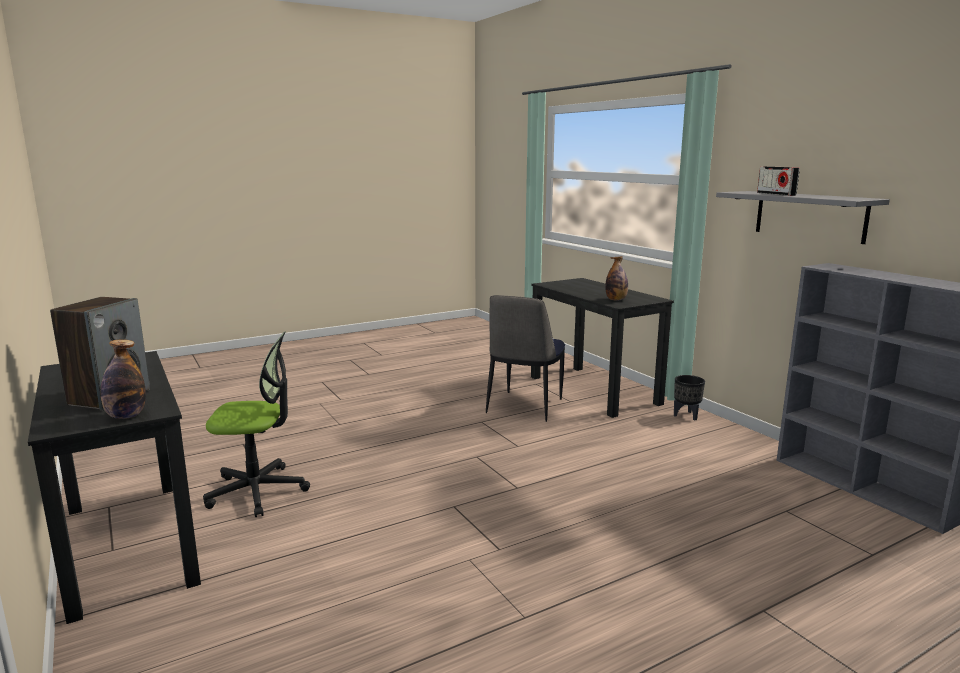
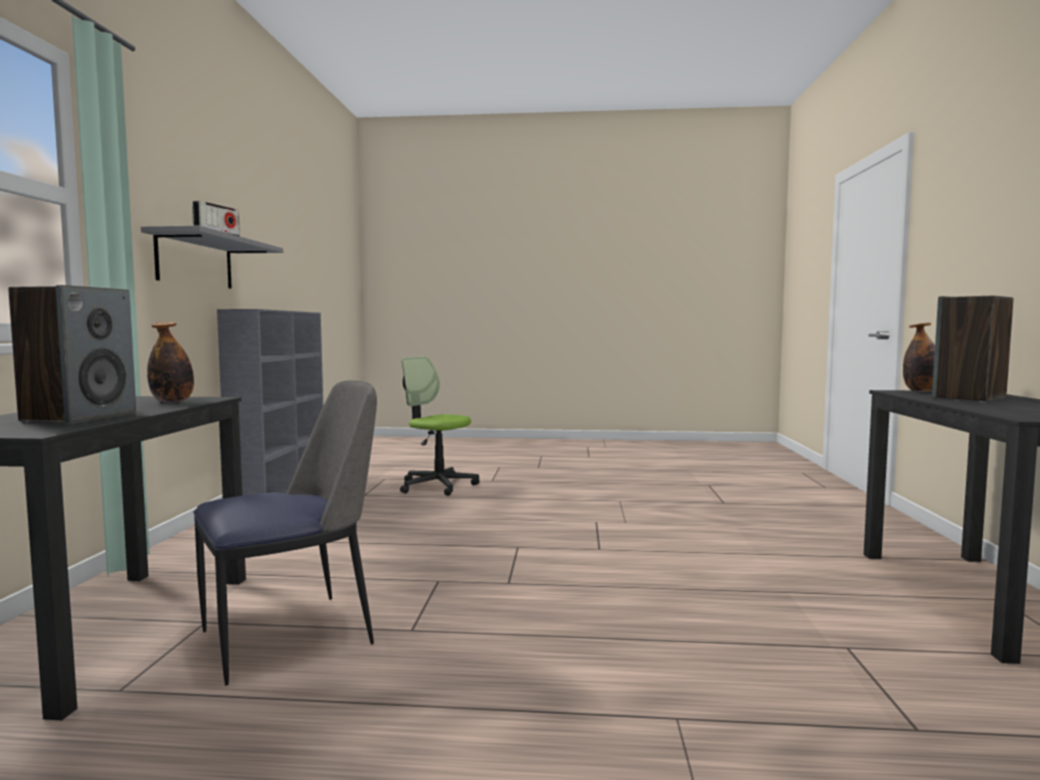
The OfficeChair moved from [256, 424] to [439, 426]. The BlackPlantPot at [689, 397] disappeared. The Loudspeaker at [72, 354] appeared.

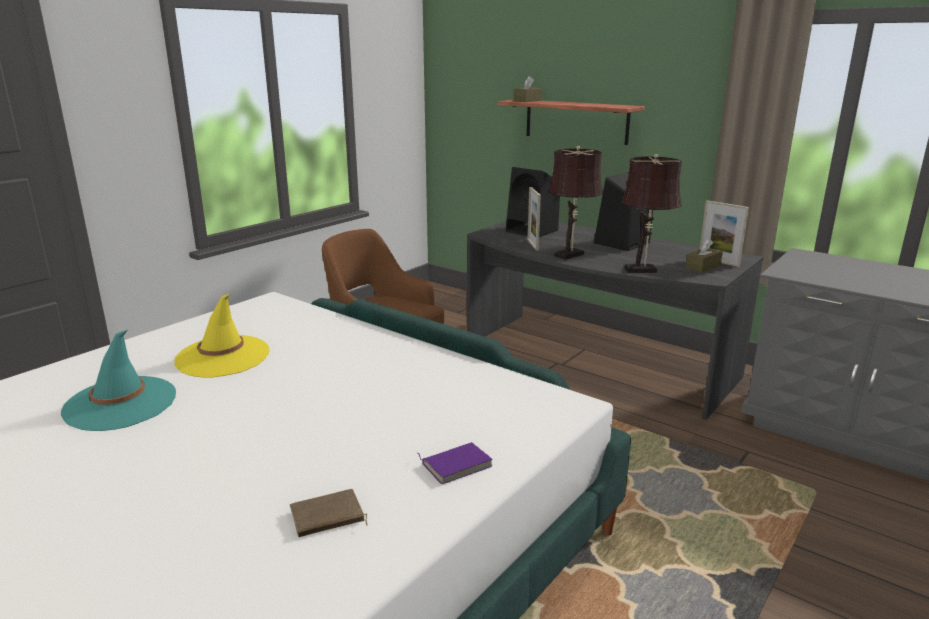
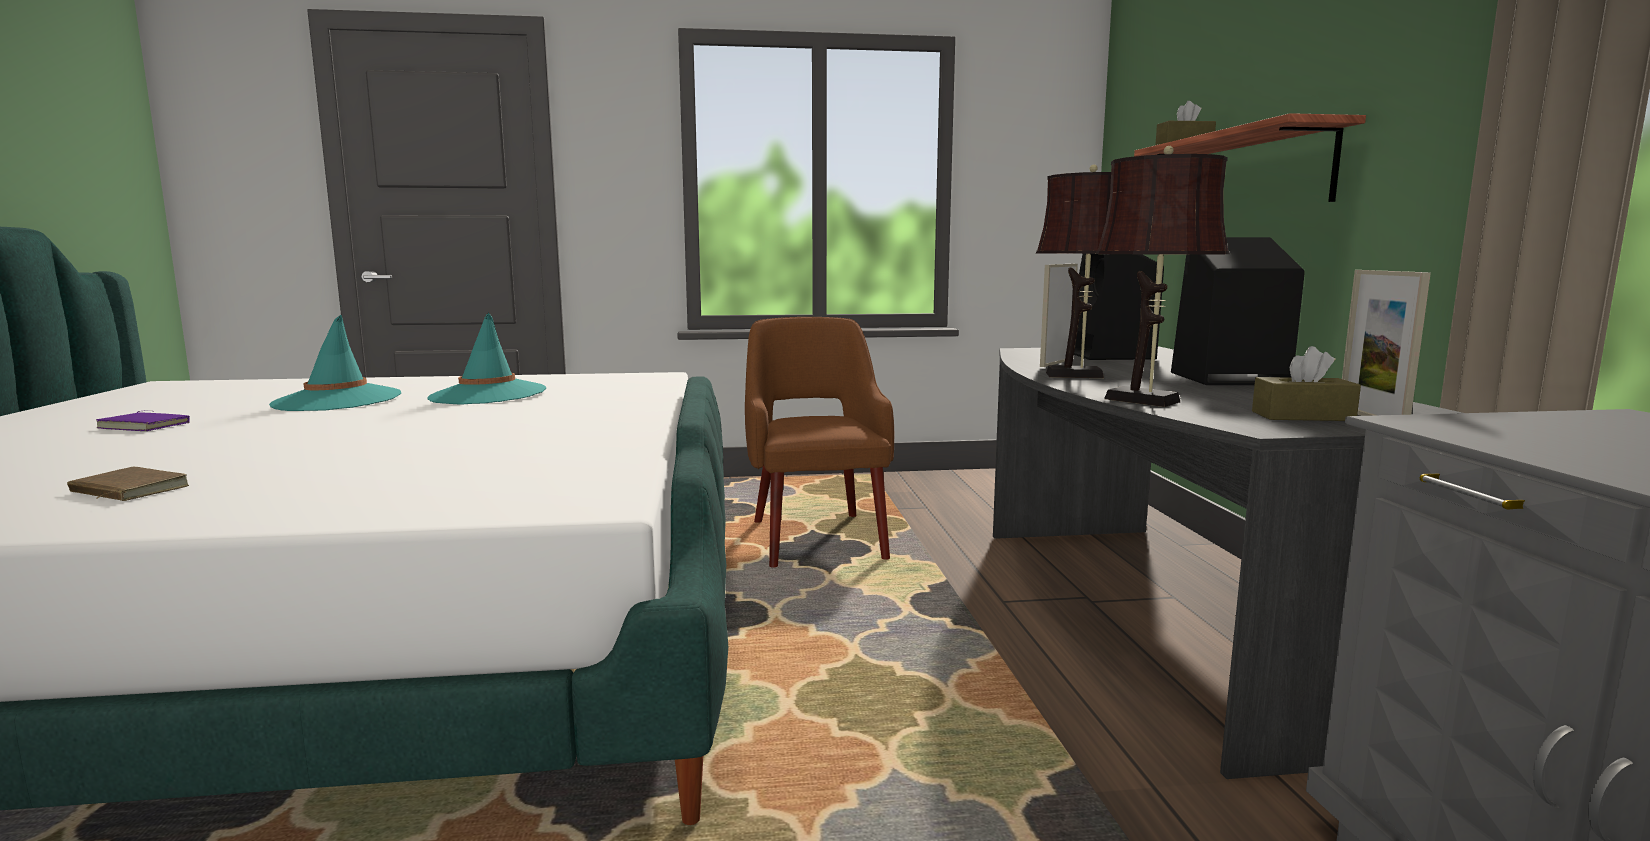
The YellowishWearableHat at [222, 335] became the BlueGreenWearableHat at [487, 359]. The PurpleColouredVolume moved from [455, 463] to [143, 421].

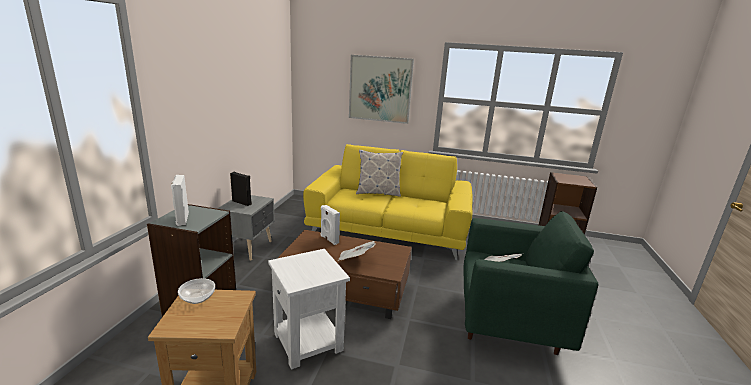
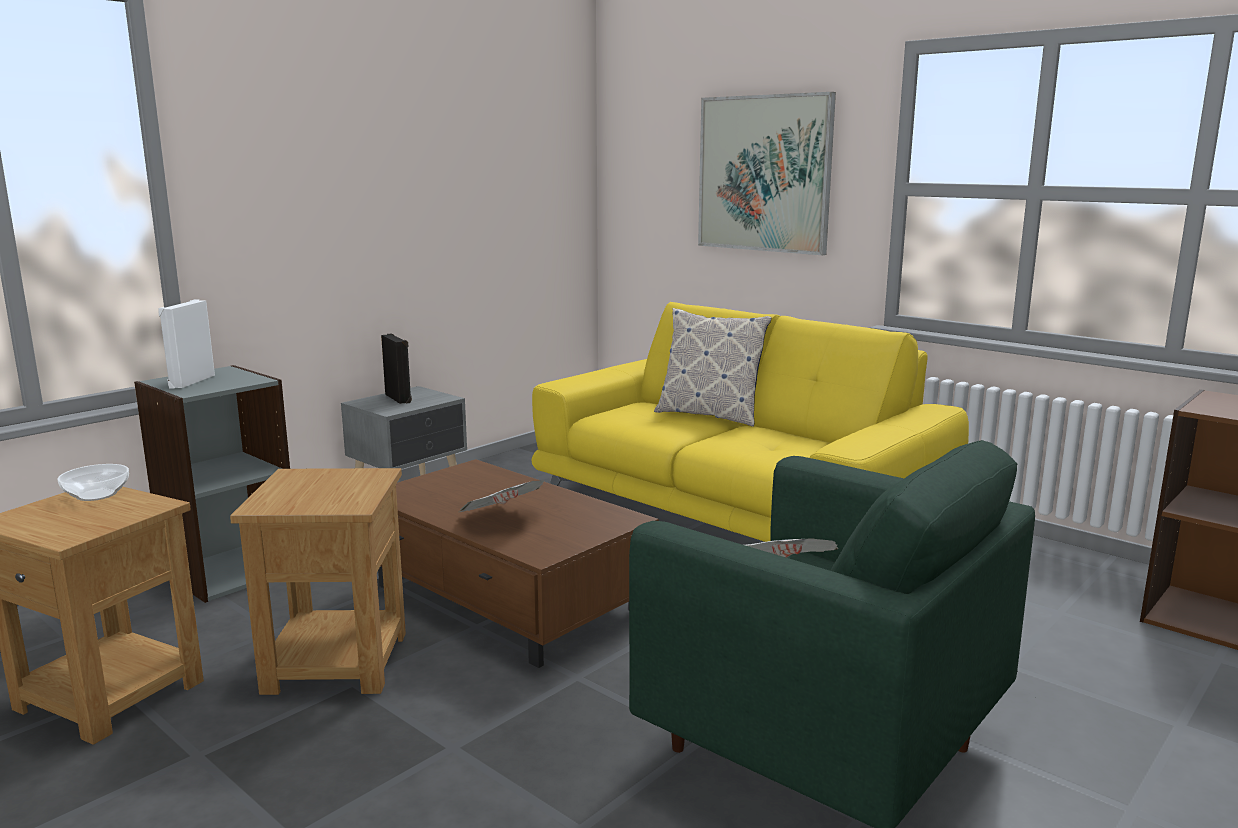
The WhitishSideTable at [309, 309] became the BrownSideTable at [318, 581]. The WhitishLoudspeaker at [330, 225] disappeared.

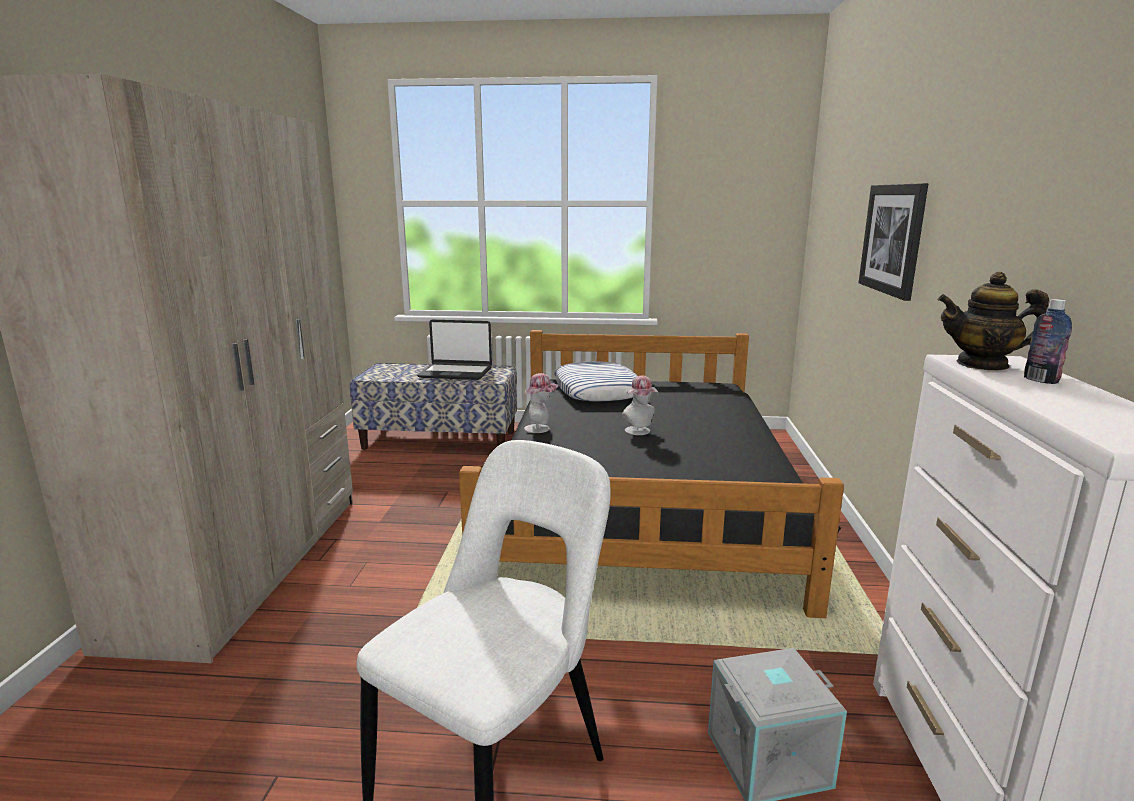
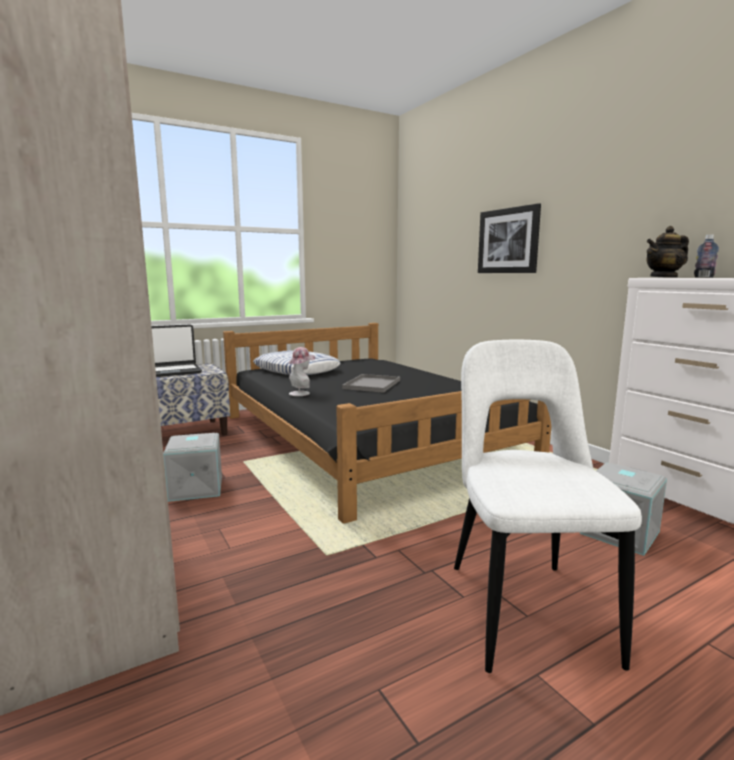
The WearableHat at [640, 405] was replaced by the GrayCarryingTray at [371, 383]. The GrayStorageBin at [192, 467] appeared.

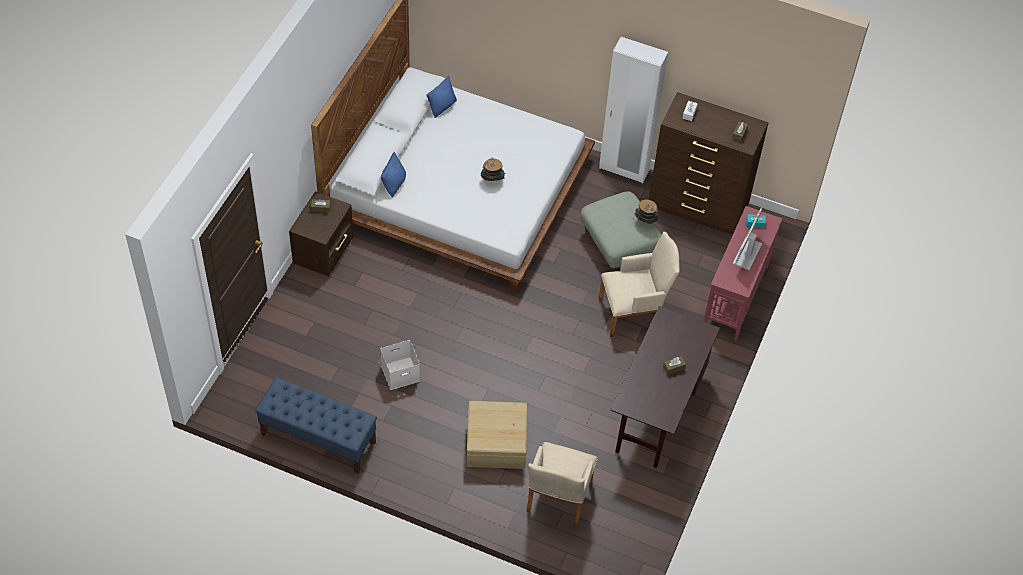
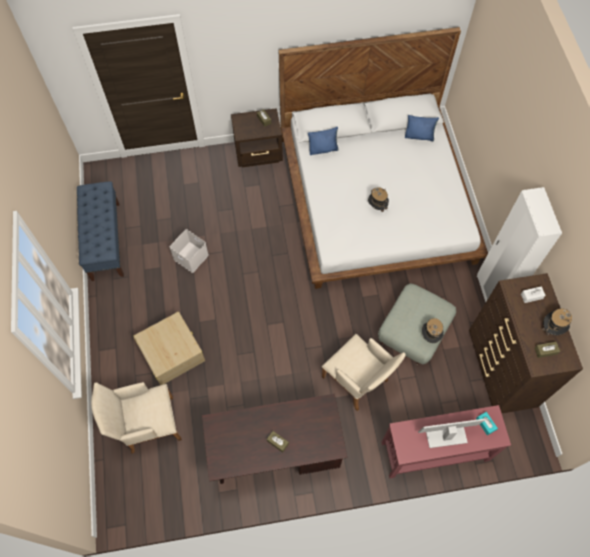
The WearableHat at [557, 322] appeared.

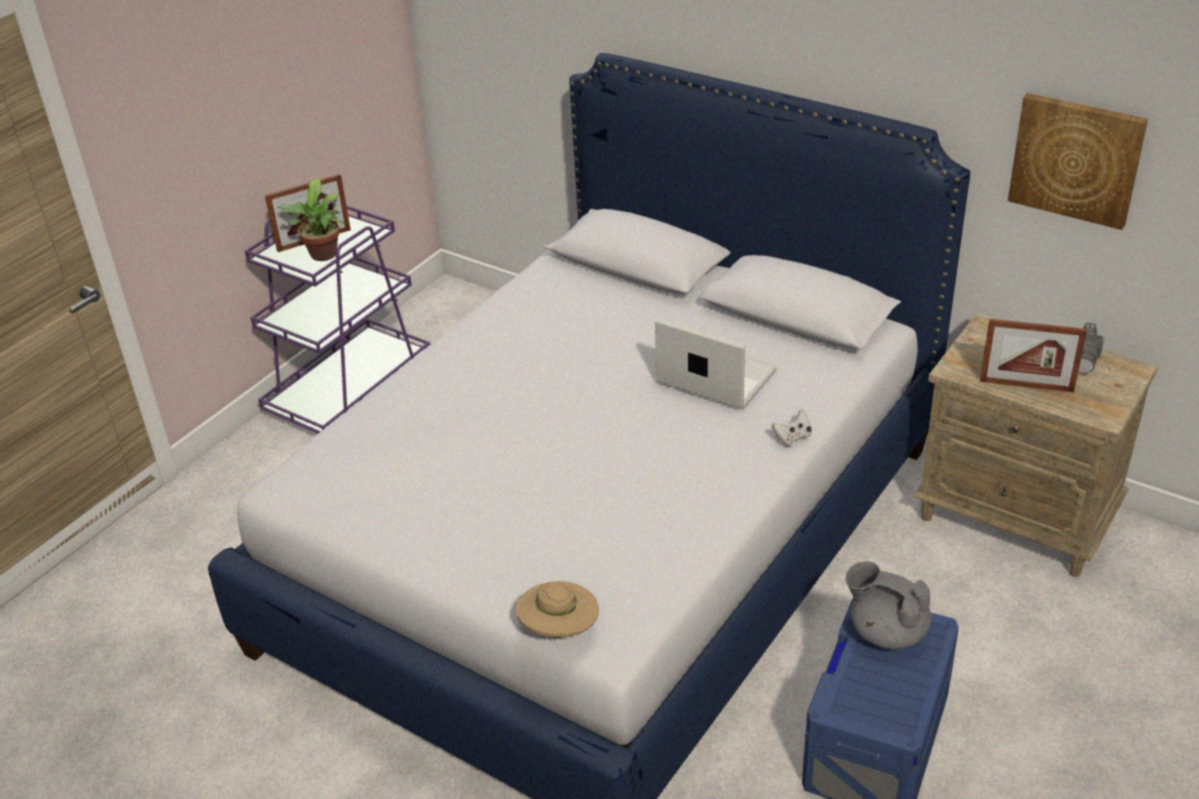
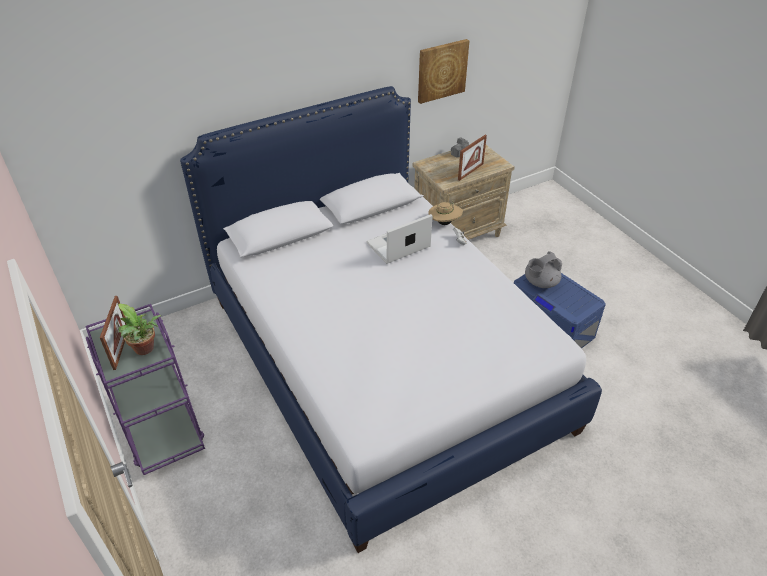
The SandColouredWearableHat moved from [557, 609] to [445, 213].

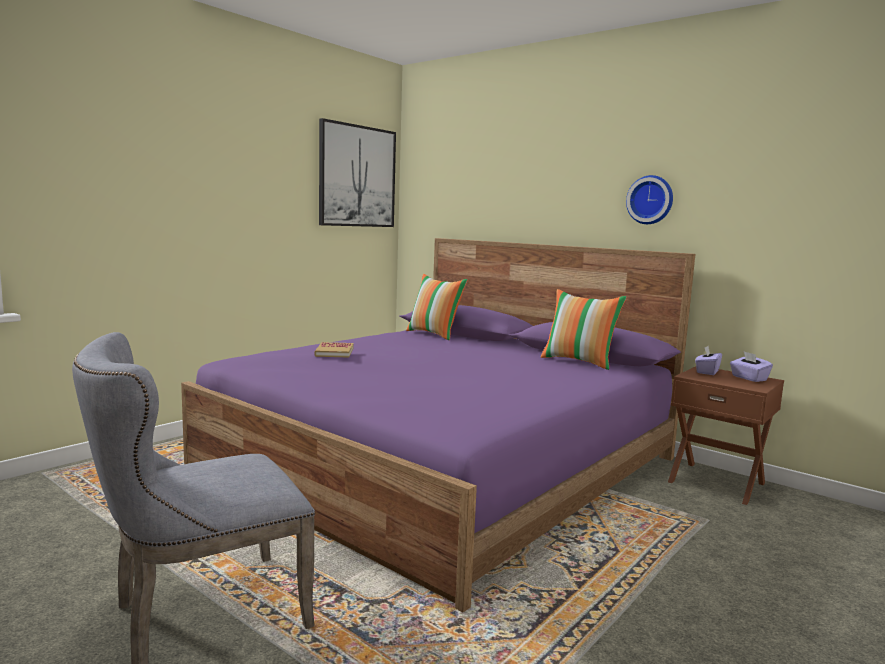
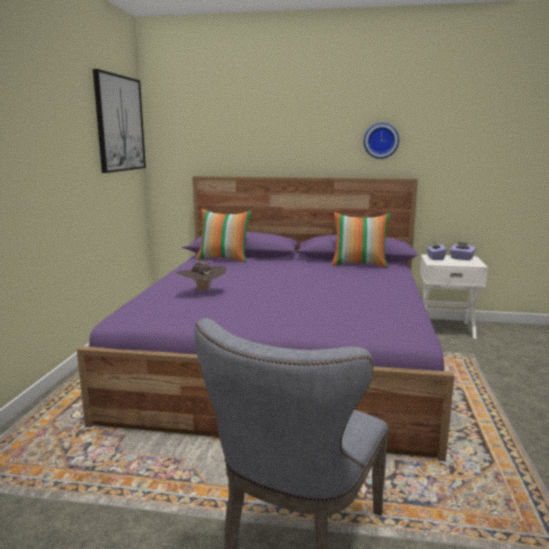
The Volume at [333, 350] was replaced by the BrownWearableHat at [201, 275]. The BrownBedsideTable at [726, 435] became the WhitishBedsideTable at [454, 296].

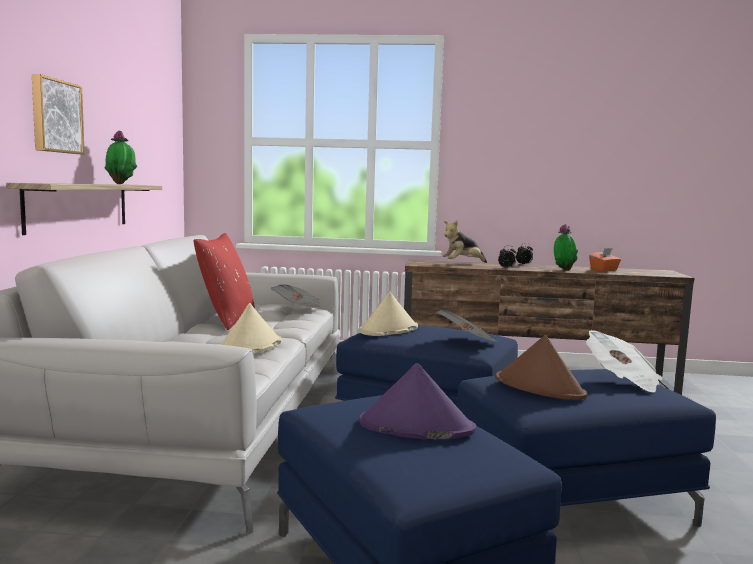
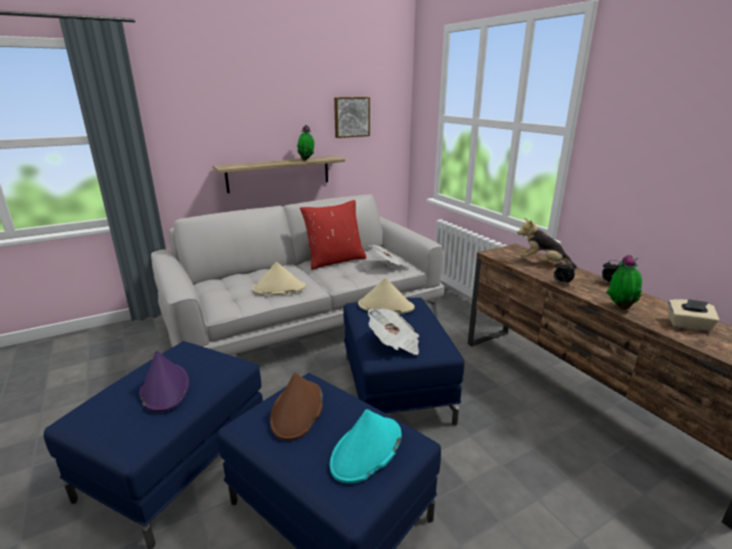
The WallArt moved from [58, 114] to [352, 117]. The Newspaper at [624, 361] was replaced by the BlueGreenWearableHat at [365, 446]. The OrangeColouredTissueBox at [605, 259] became the SandColouredTissueBox at [694, 315].

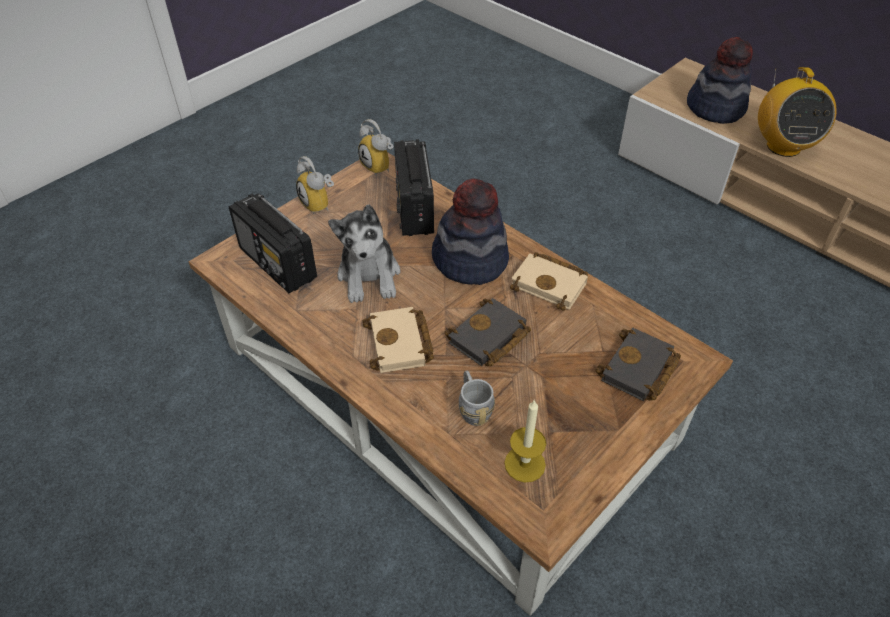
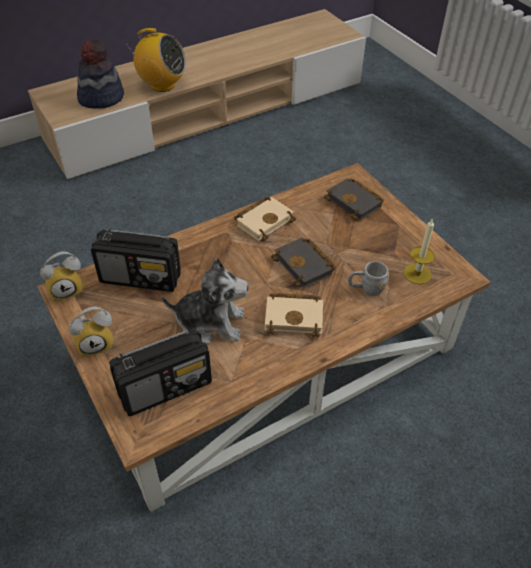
The WearableHat at [470, 232] disappeared.

